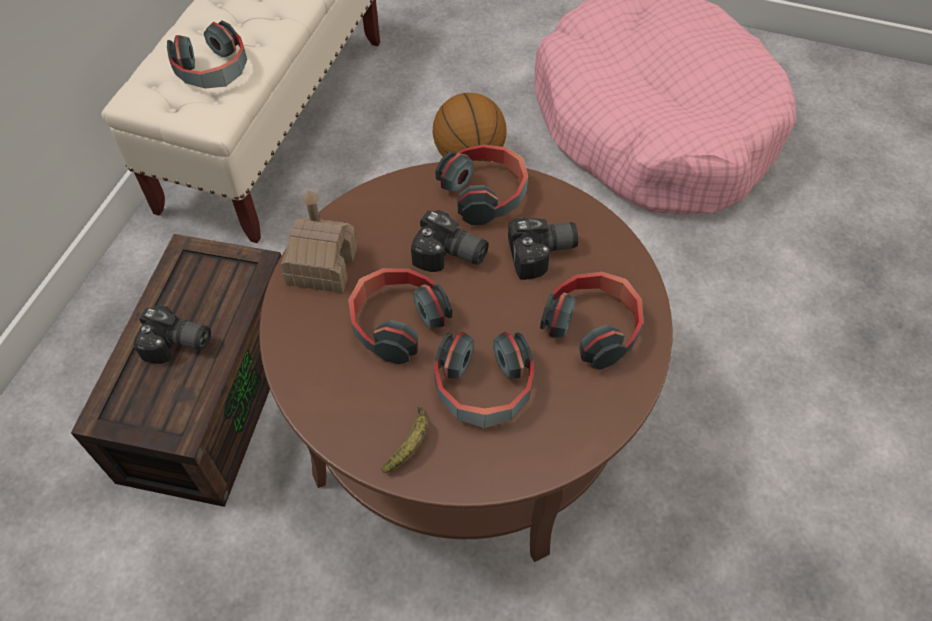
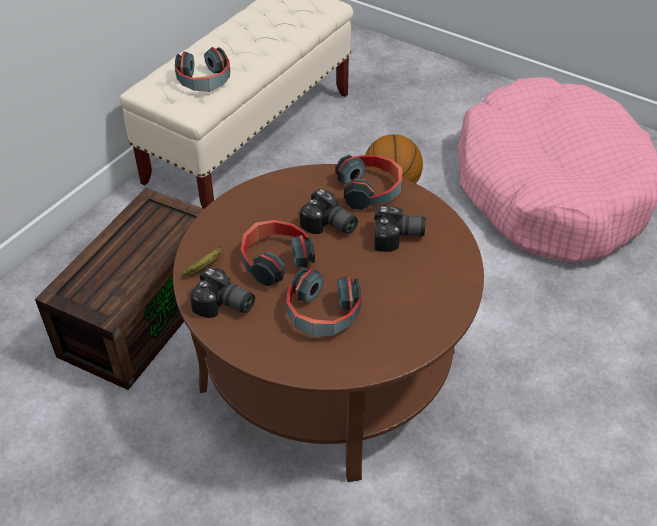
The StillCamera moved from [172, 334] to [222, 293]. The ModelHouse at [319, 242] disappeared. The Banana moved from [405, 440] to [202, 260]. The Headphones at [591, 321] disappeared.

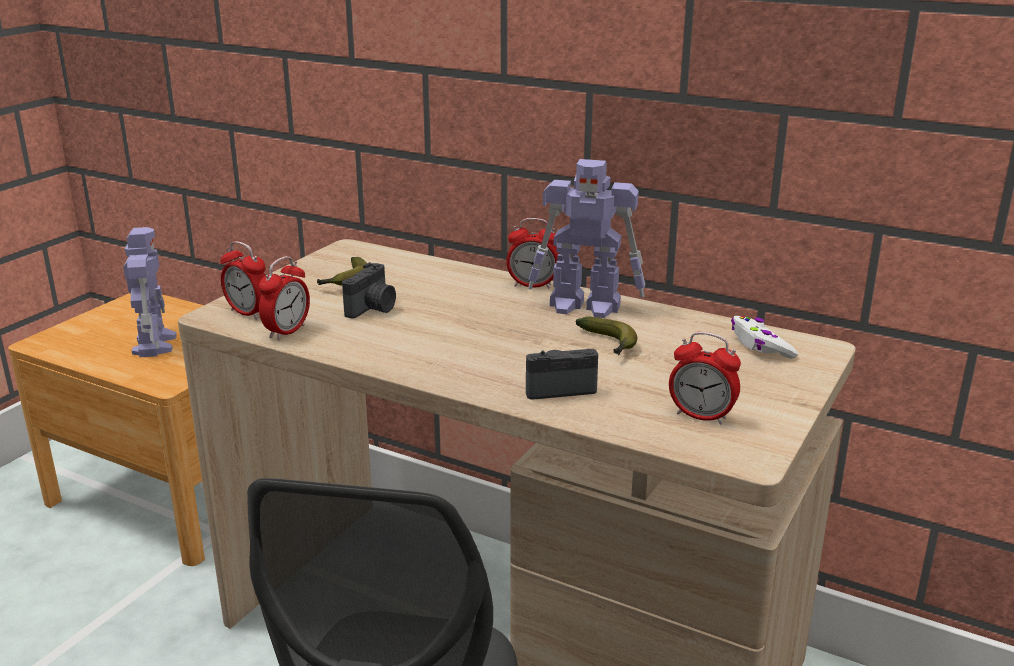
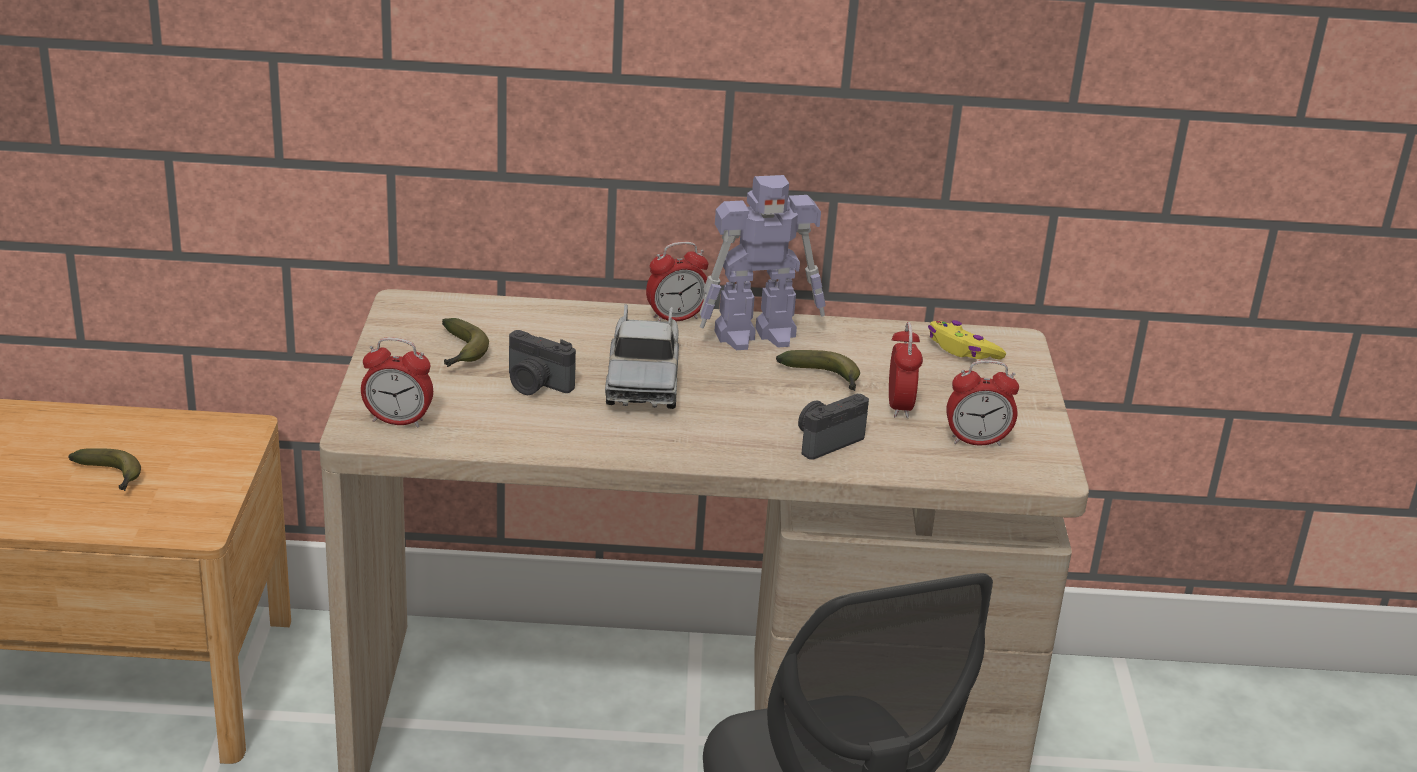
The ModelRobot at [150, 292] was replaced by the Banana at [104, 469]. The AlarmClock moved from [284, 298] to [906, 370]. The StillCamera at [369, 290] turned 120 degrees clockwise. The WhitishJoypad at [764, 337] became the YellowishJoypad at [967, 340]. The ToyTruck at [642, 356] appeared.

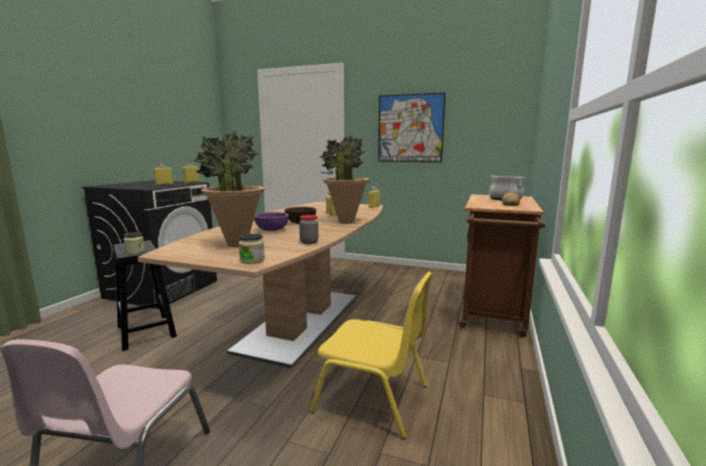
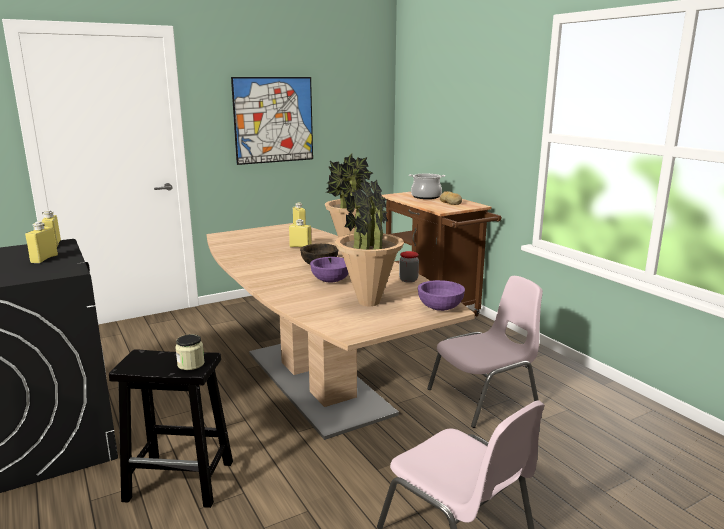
The Jar at [252, 248] was replaced by the PurpleColouredDeepDish at [441, 295]. The YellowishChair at [371, 355] became the PinkColouredChair at [485, 352].

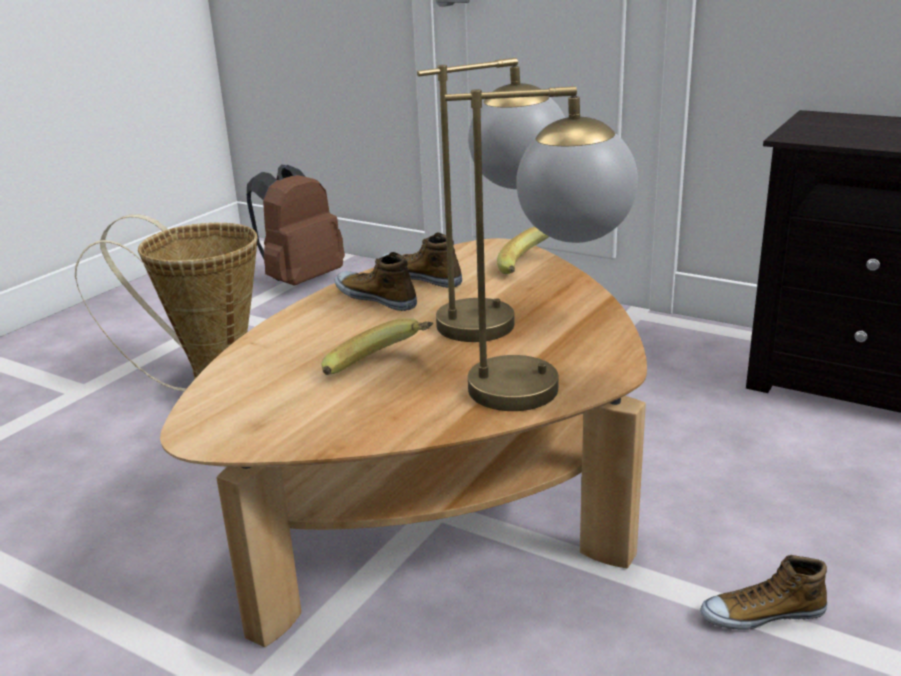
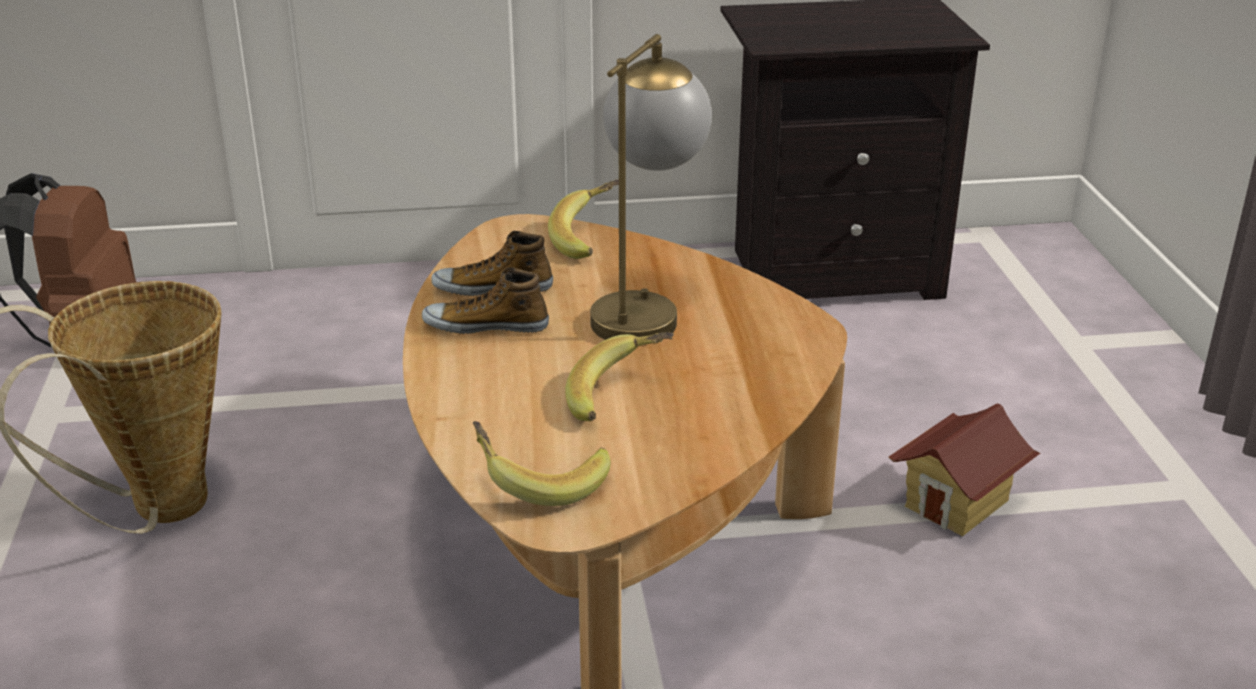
The TabletopLamp at [541, 248] disappeared. The Shoe at [763, 592] was replaced by the ModelHouse at [964, 470]. The Banana at [542, 463] appeared.

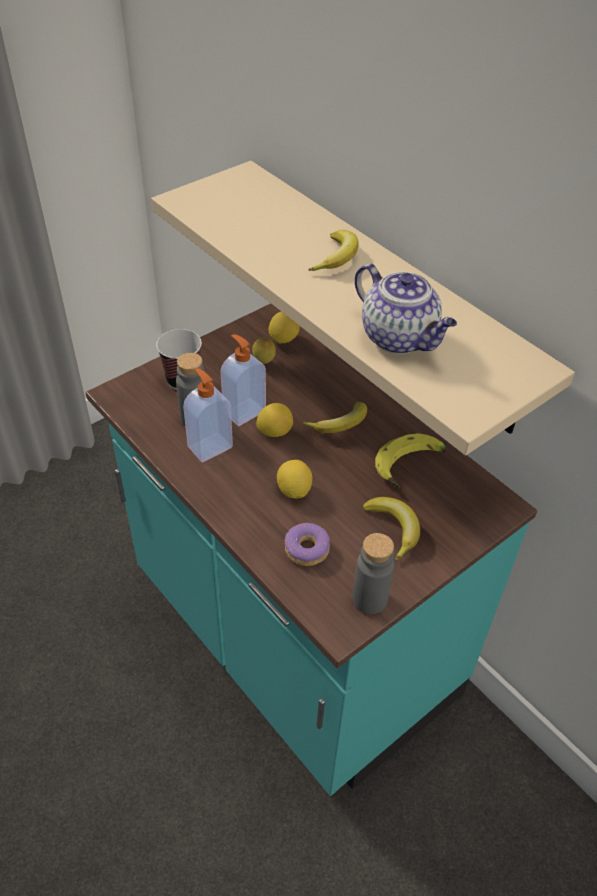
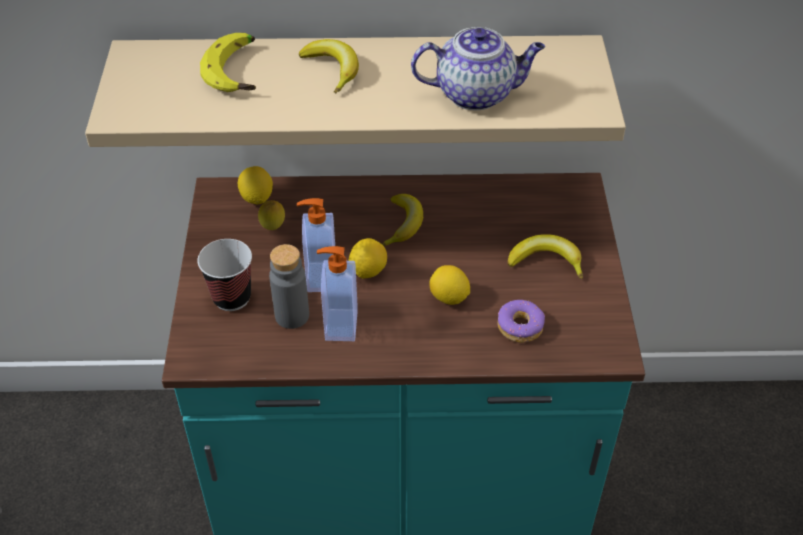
The GrayBottle at [373, 573] disappeared. The Banana moved from [411, 461] to [228, 62].

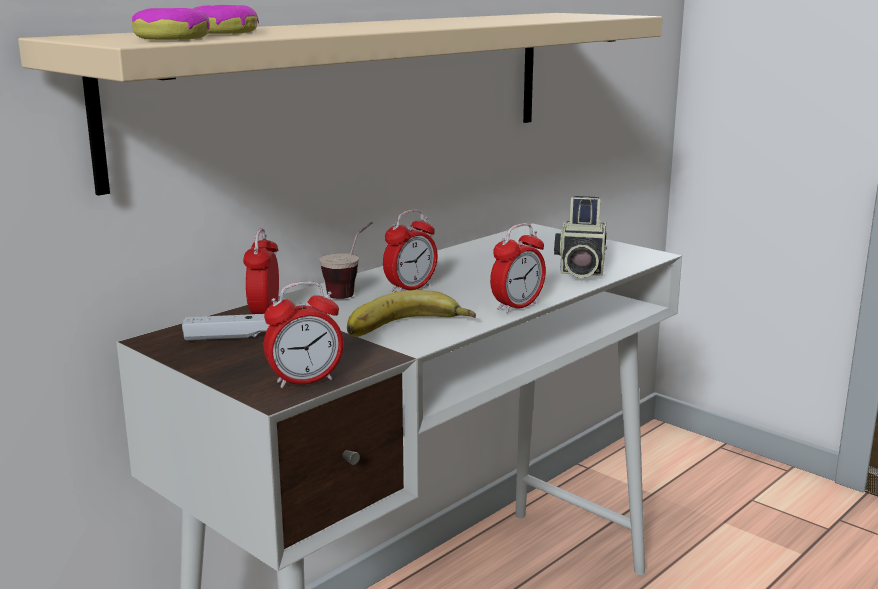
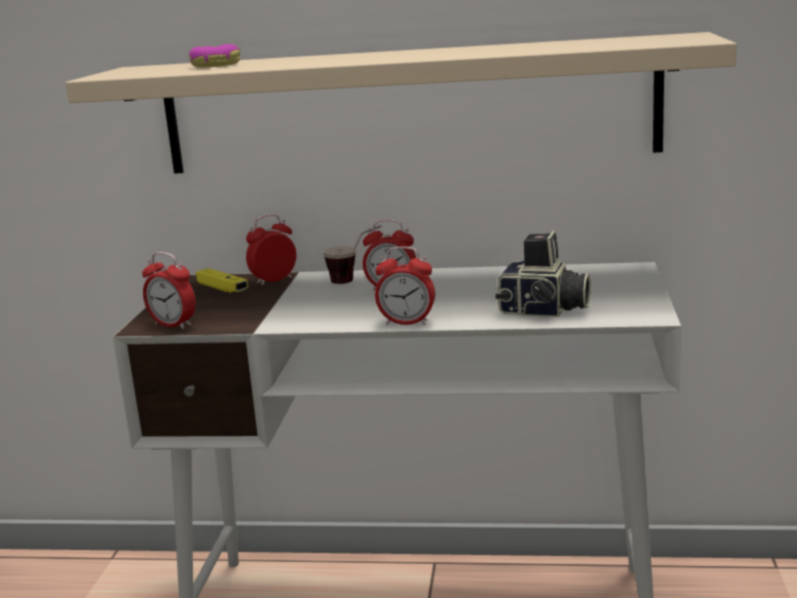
The RingDoughnut at [171, 24] disappeared. The WhitishJoypad at [225, 327] became the YellowishJoypad at [222, 280]. The Banana at [411, 313] disappeared. The StillCamera at [580, 237] turned 135 degrees counterclockwise.

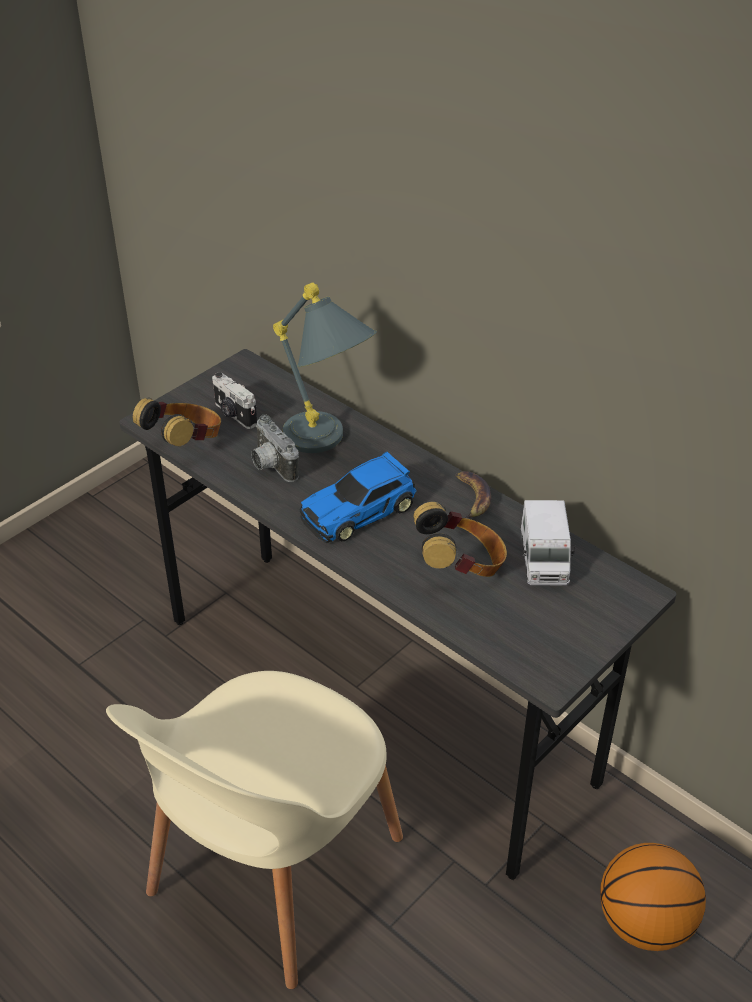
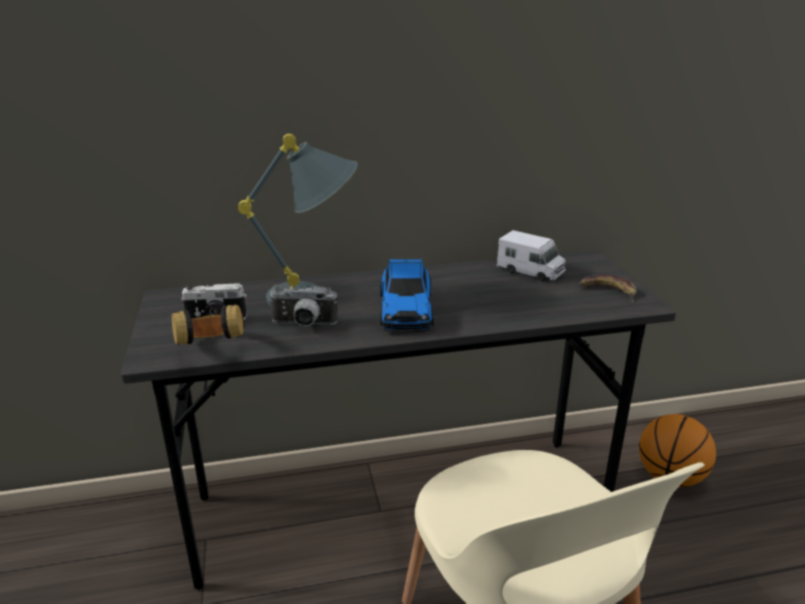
The Headphones at [460, 539] disappeared. The Banana moved from [473, 494] to [608, 288].

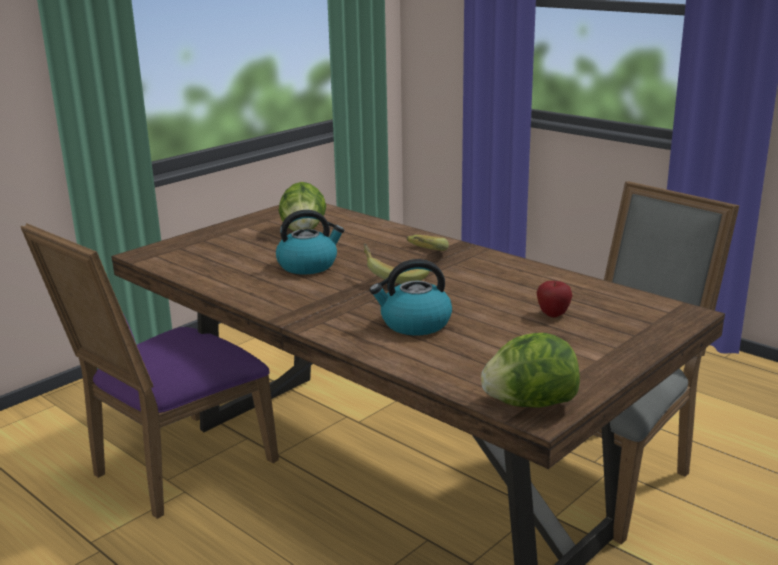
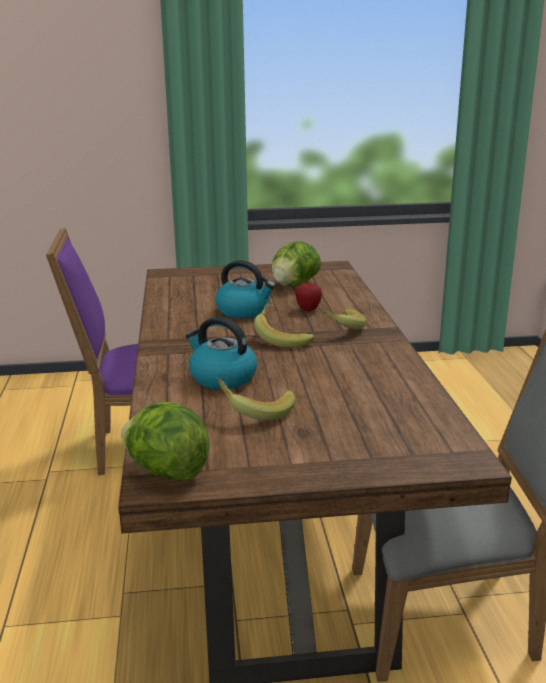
The AppleFruit moved from [554, 299] to [309, 297]. The Banana at [256, 398] appeared.

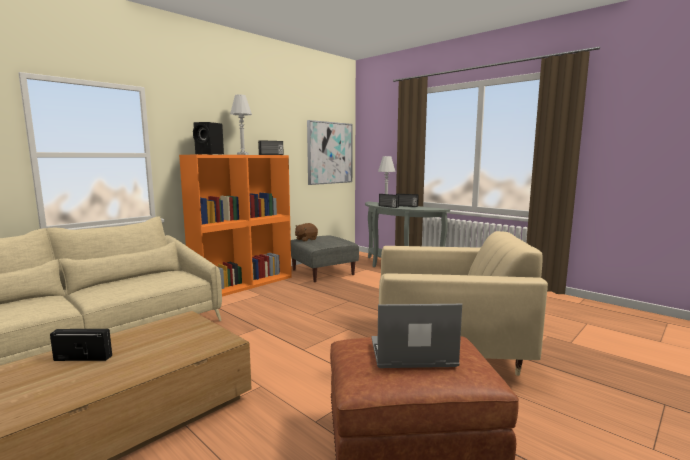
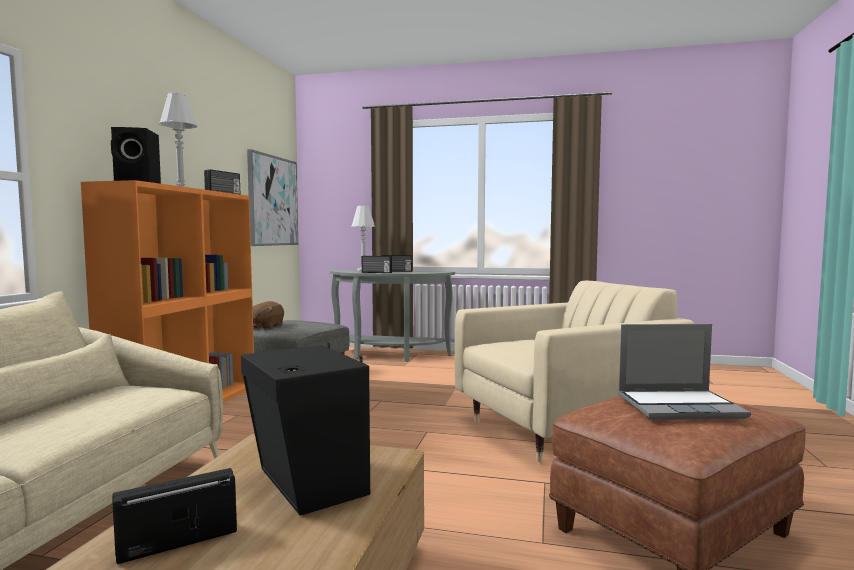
The NotebookComputer at [416, 336] turned 150 degrees counterclockwise. The BlackLoudspeaker at [305, 429] appeared.

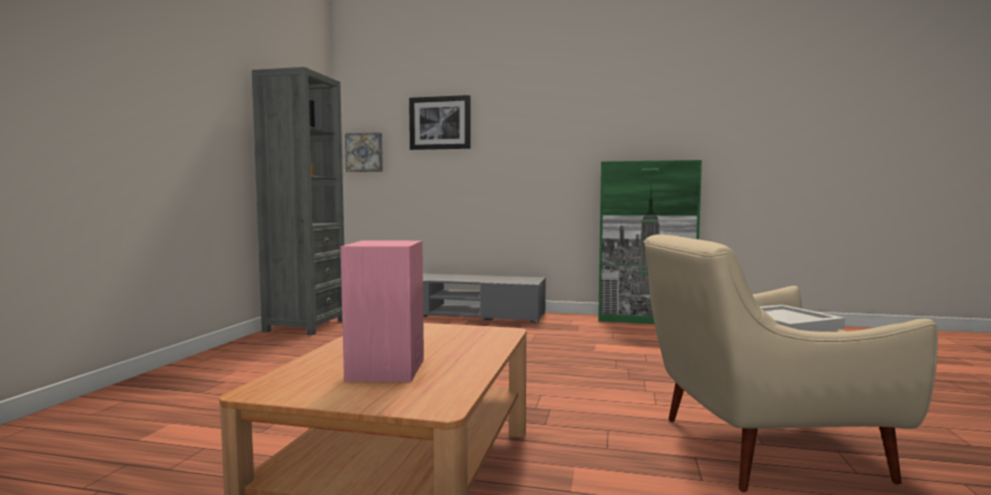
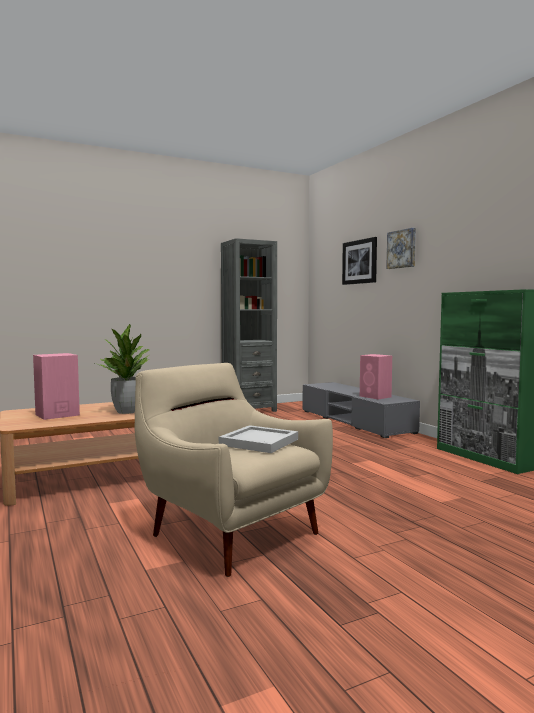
The WallArt moved from [364, 152] to [401, 248]. The PlantInAPot at [122, 369] appeared. The PinkColouredLoudspeaker at [376, 377] appeared.

